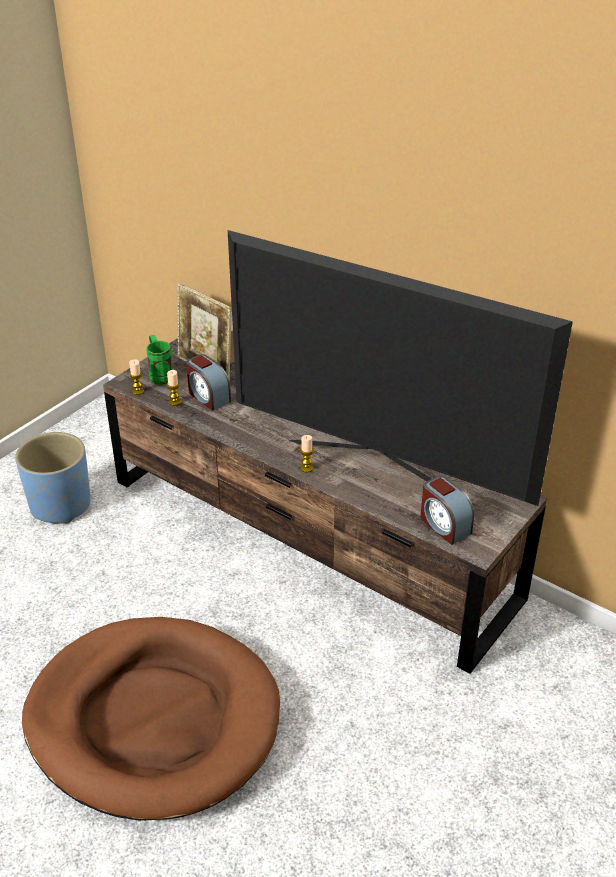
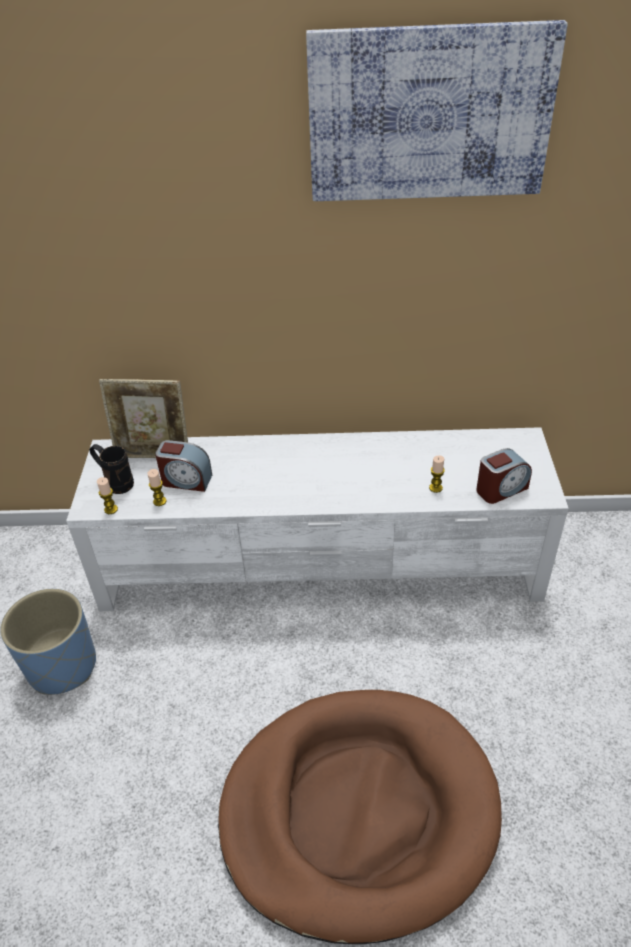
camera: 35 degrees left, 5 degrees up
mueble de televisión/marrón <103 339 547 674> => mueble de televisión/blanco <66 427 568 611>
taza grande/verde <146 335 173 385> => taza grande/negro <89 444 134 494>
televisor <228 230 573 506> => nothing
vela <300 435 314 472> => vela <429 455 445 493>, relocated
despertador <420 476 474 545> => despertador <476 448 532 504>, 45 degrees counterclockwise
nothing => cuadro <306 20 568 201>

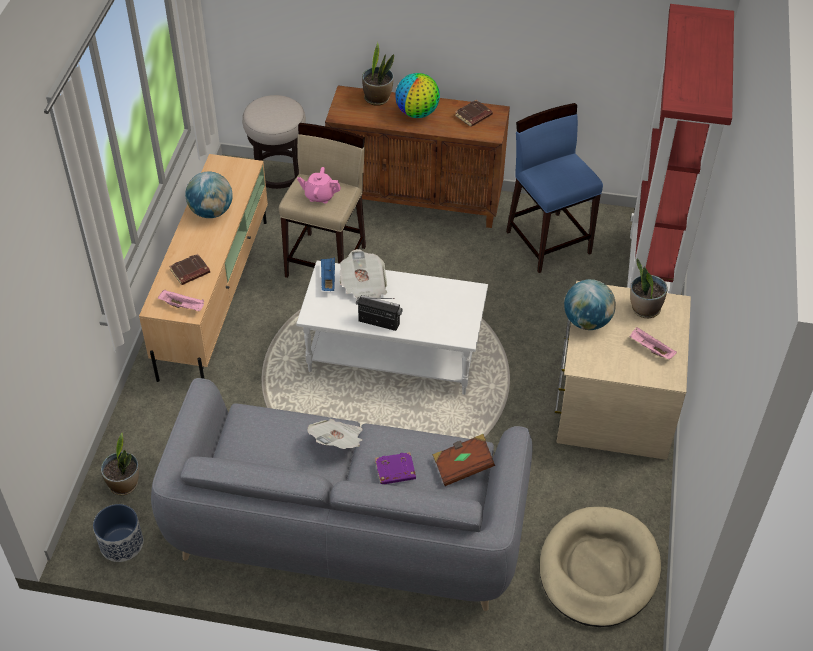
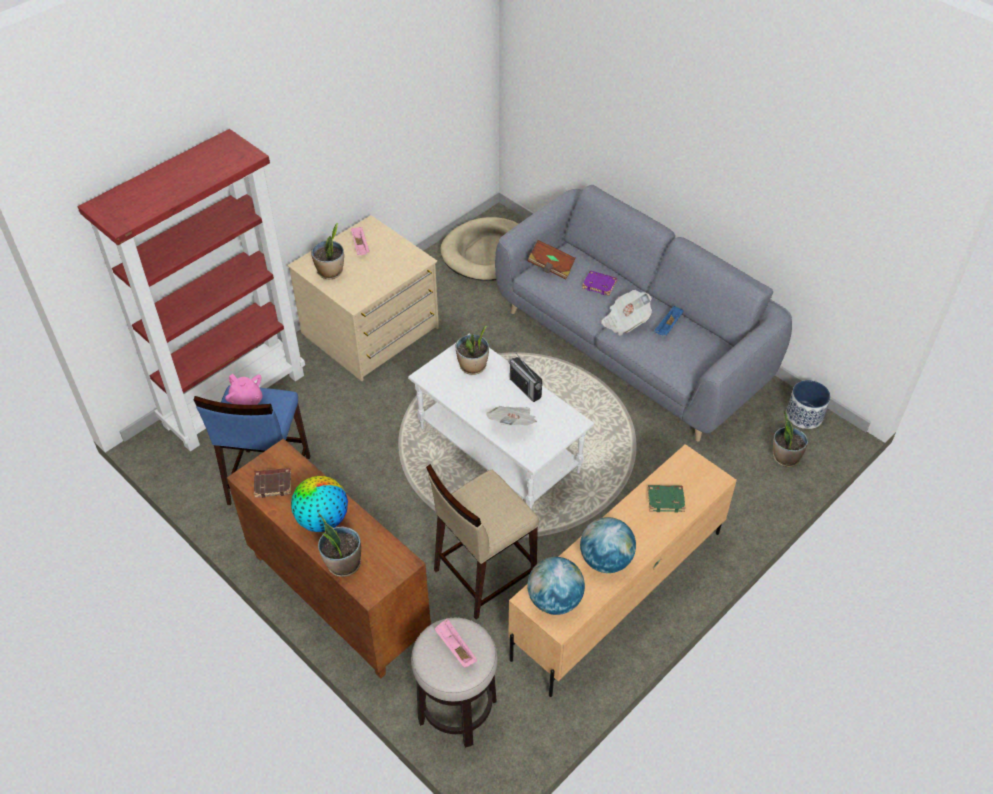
camera: 145 degrees left, 0 degrees up
bandeja/rosa <158 290 204 311> => bandeja/rosa <434 618 477 667>, relocated
libro/marrón <169 254 210 285> => libro/verde <648 485 686 513>
tetera/rosa <297 167 341 203> => tetera/rosa <225 374 262 405>, relocated
bandeja/azul <321 258 335 291> => bandeja/azul <654 306 683 336>, relocated
globo terráqueo <564 279 616 330> => globo terráqueo <527 557 585 615>, relocated
nothing => planta en maceta <455 326 489 375>

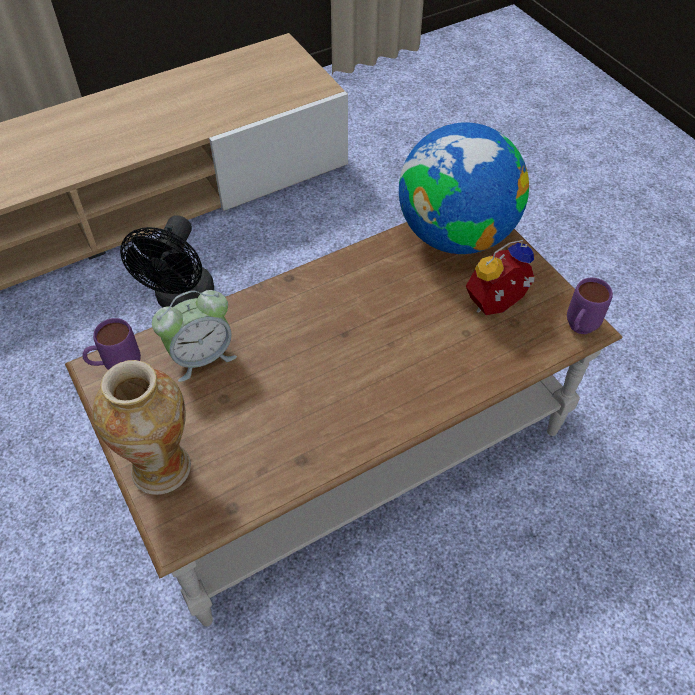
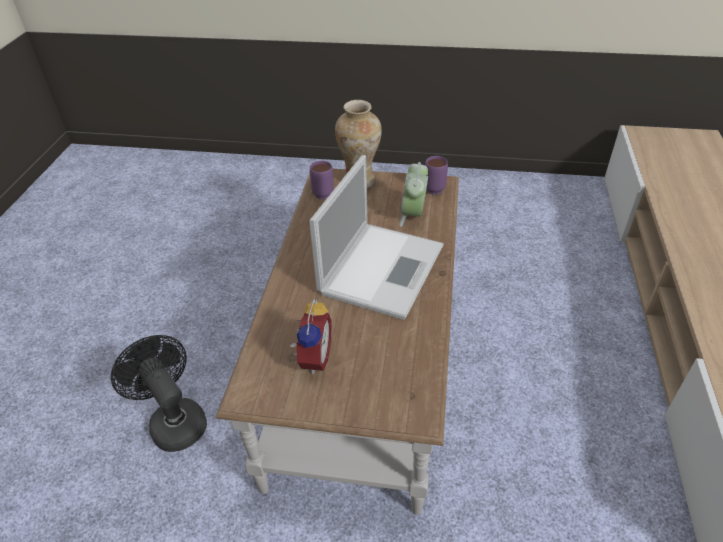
camera: 130 degrees right, 10 degrees down
ventilador/negro <120 215 214 307> => ventilador/negro <111 335 207 452>, relocated
globo terráqueo <399 122 529 254> => nothing
taza grande/morado <567 278 613 334> => taza grande/morado <310 161 334 199>, relocated
nothing => portátil <309 155 444 320>

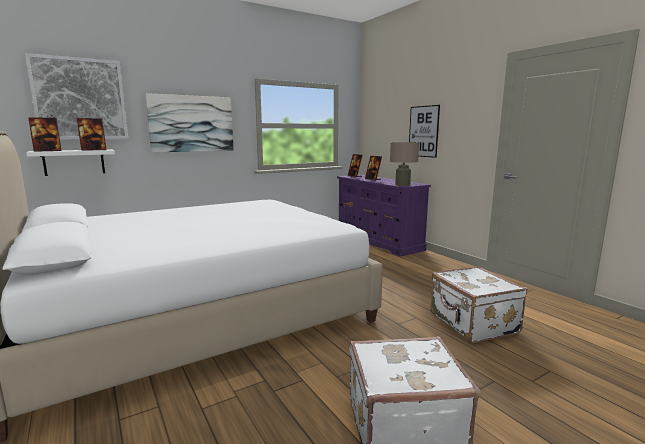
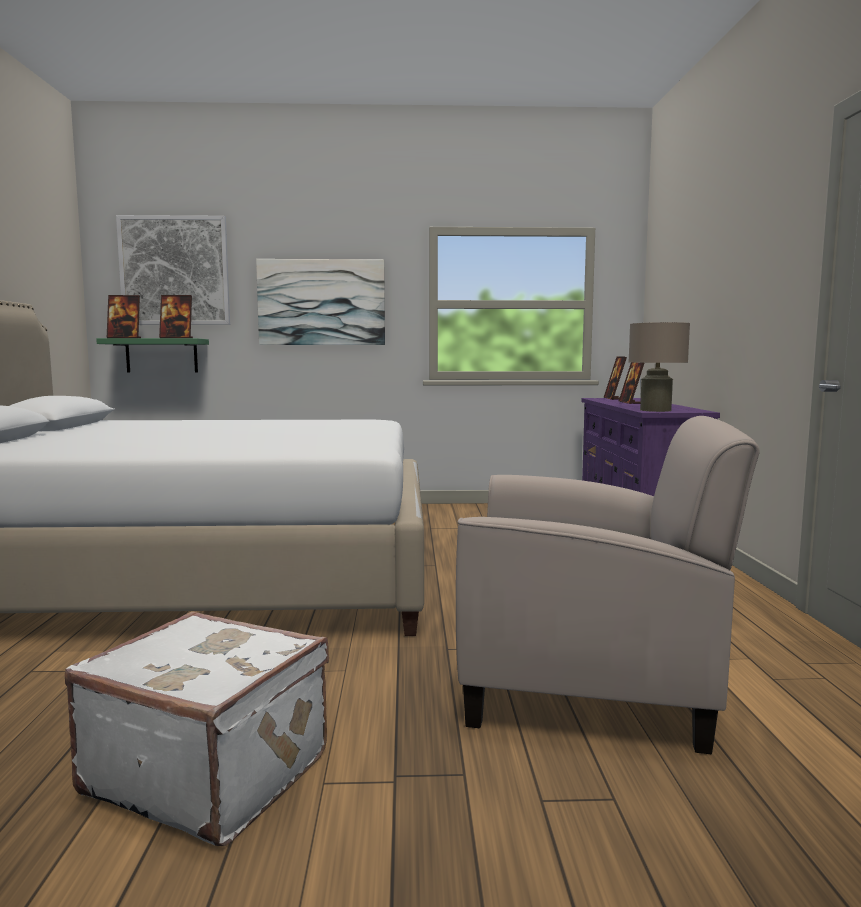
camera: 30 degrees right, 5 degrees down
estante/blanco <26 149 115 176> => estante/verde <96 338 209 372>
cuadro <409 105 440 158> => nothing
maleta/blanco <430 266 527 343> => sillón/beis <456 416 759 754>

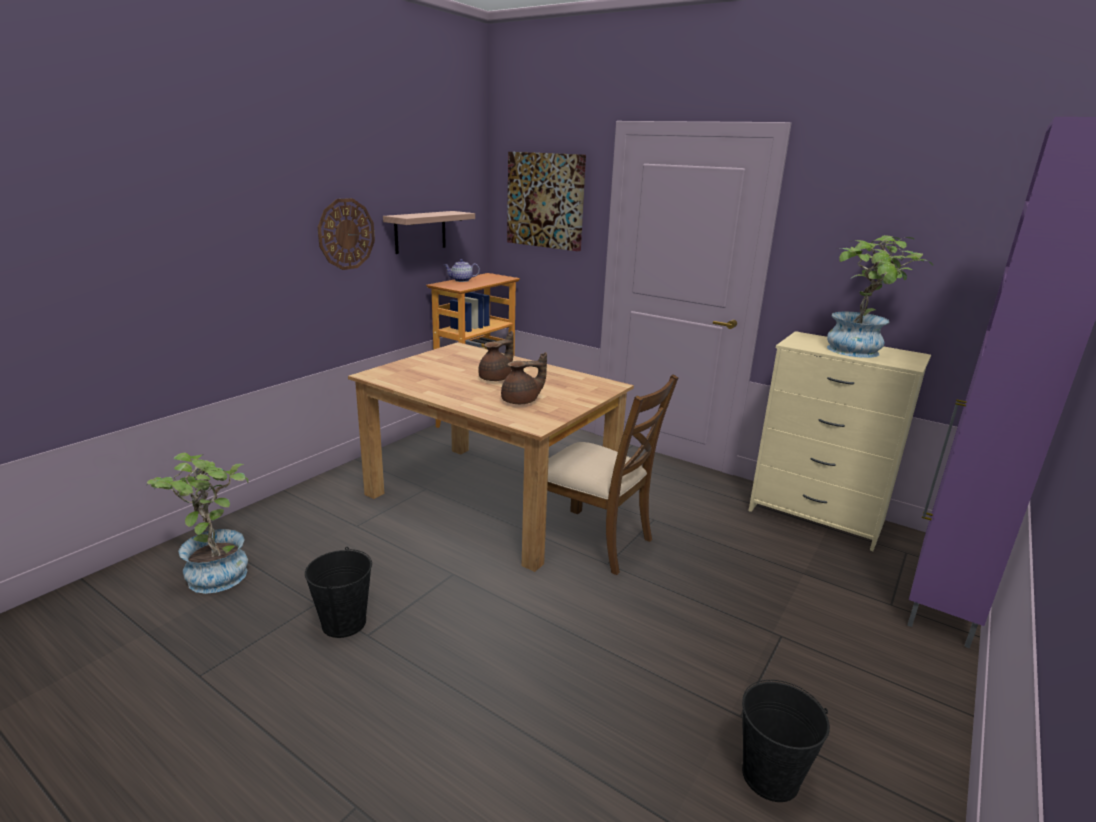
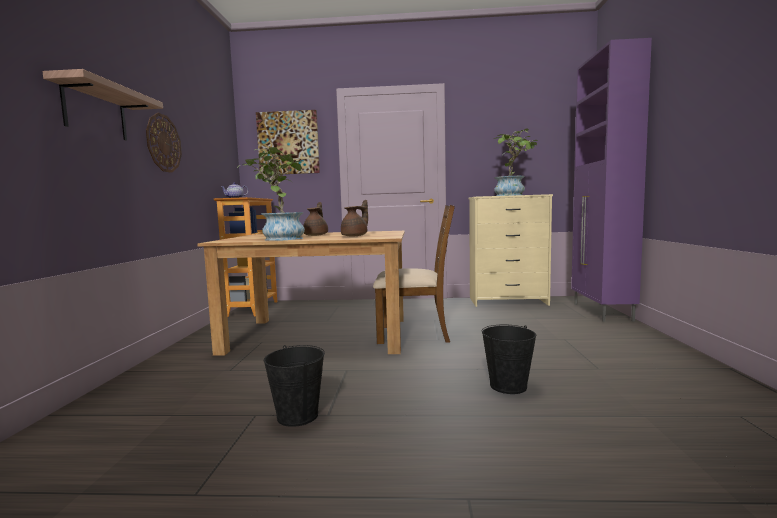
camera: 30 degrees left, 15 degrees down
planta en maceta <147 452 249 594> => planta en maceta <237 147 305 241>, relocated
estante <383 211 475 254> => estante <42 69 163 141>, relocated
cubo/negro <742 680 830 802> => cubo/negro <482 324 536 394>, relocated

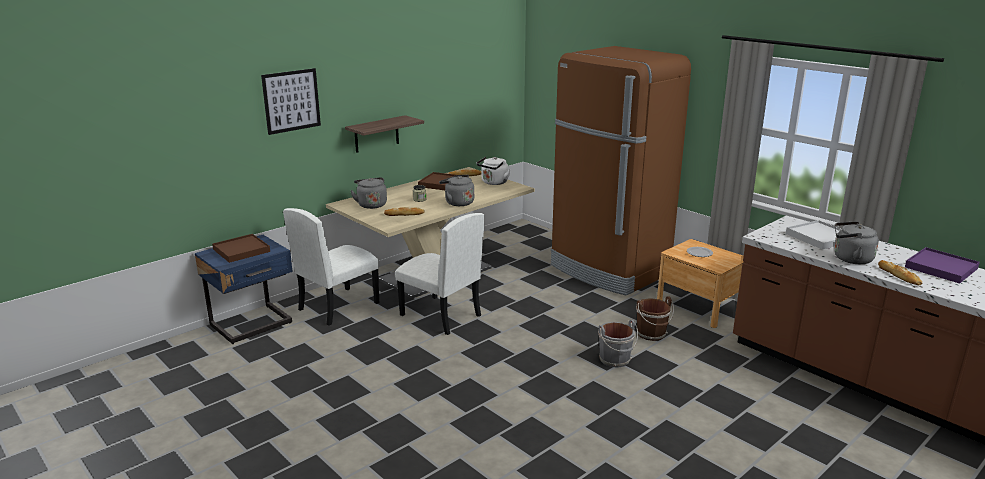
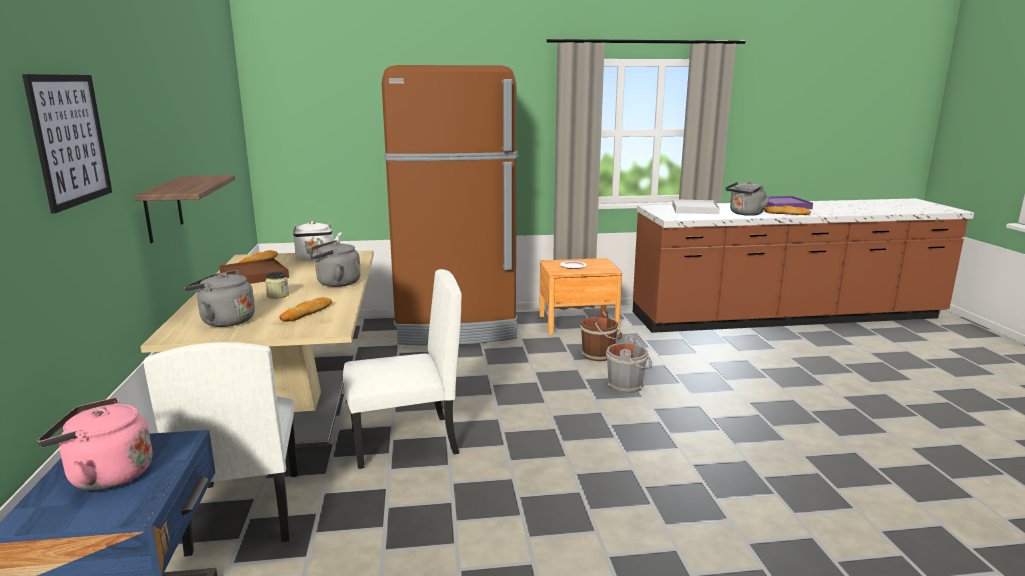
camera: 55 degrees left, 5 degrees down
bandeja/marrón <212 234 270 263> => hervidor/rosa <37 397 152 491>

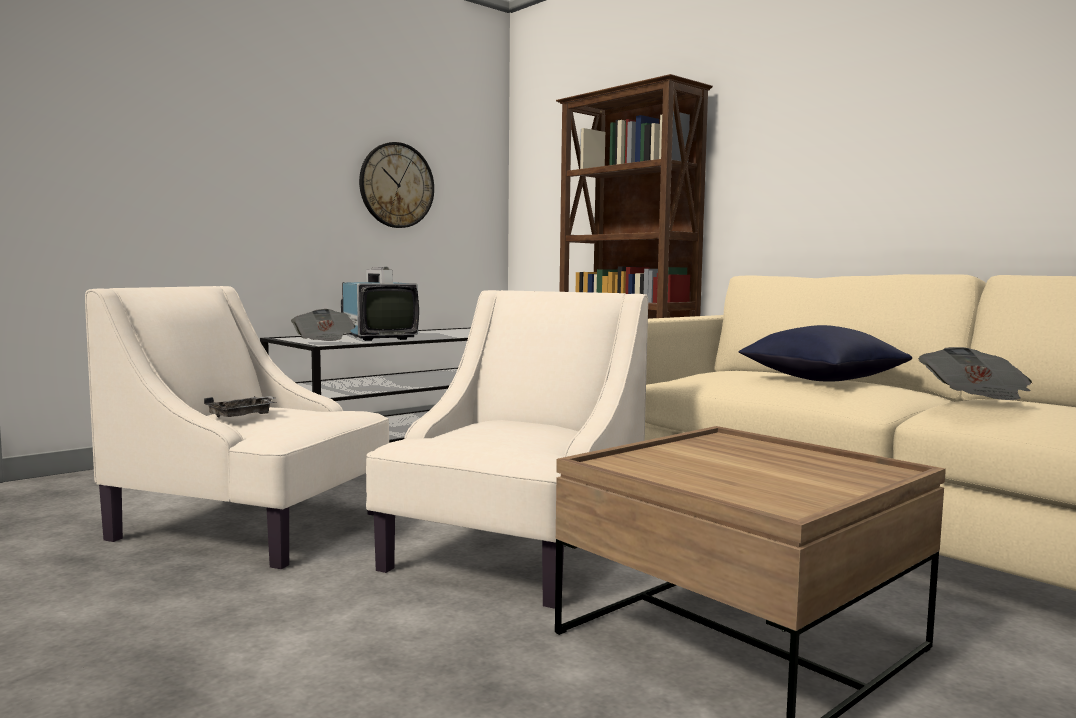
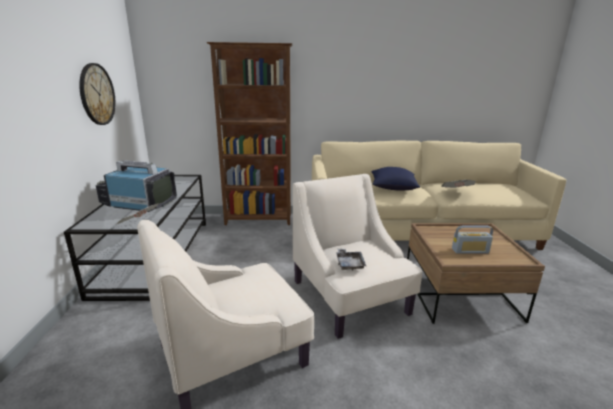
camera: 50 degrees left, 15 degrees up
bandeja/gris <204 396 277 418> => bandeja/gris <336 249 366 270>, relocated
nothing => radio <452 226 493 254>

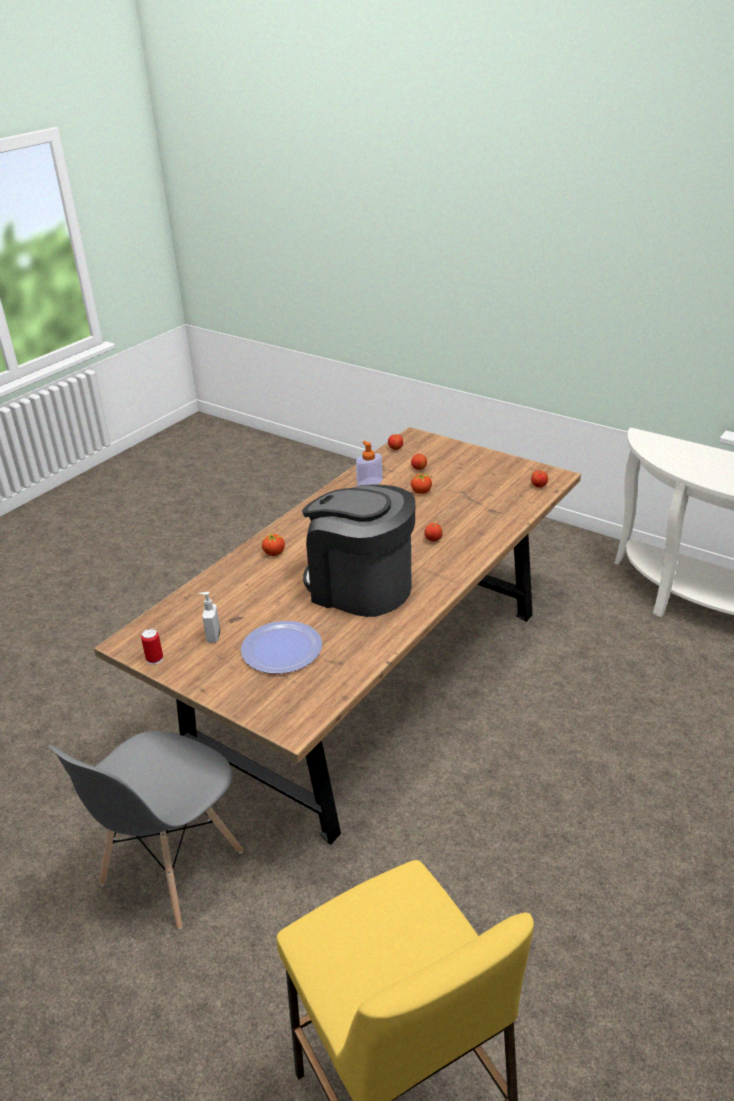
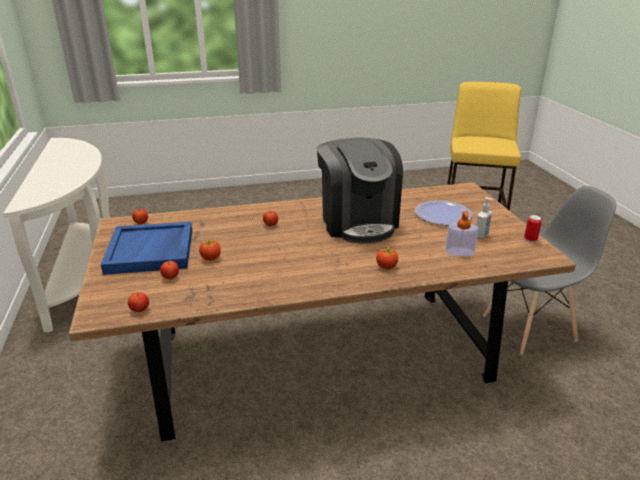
camera: 140 degrees left, 5 degrees down
dispensador de jabón <356 441 382 486> => dispensador de jabón <445 211 479 256>, relocated
nothing => bandeja/azul <101 222 192 275>

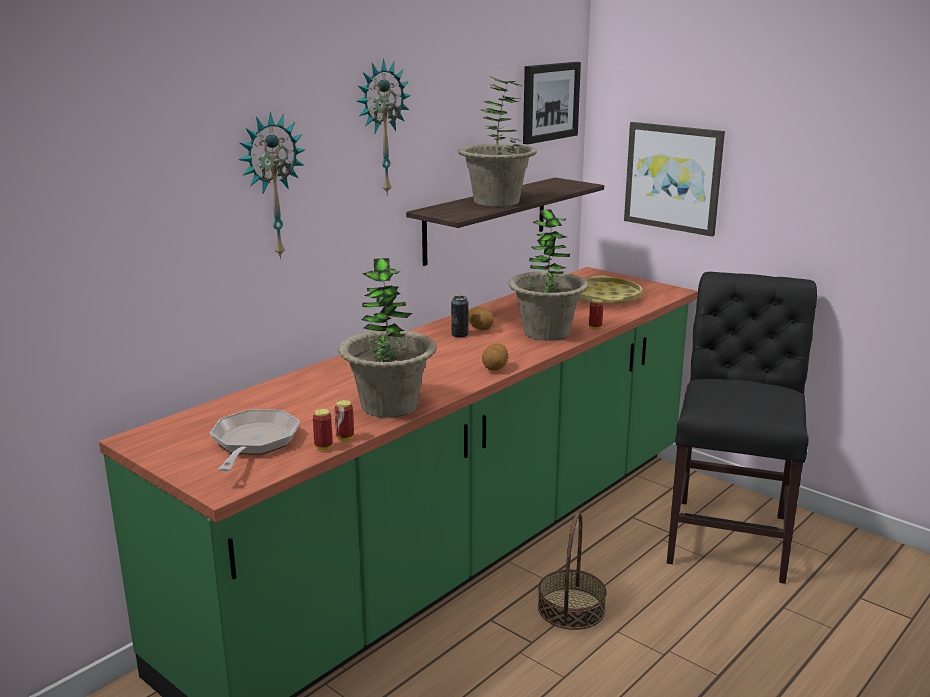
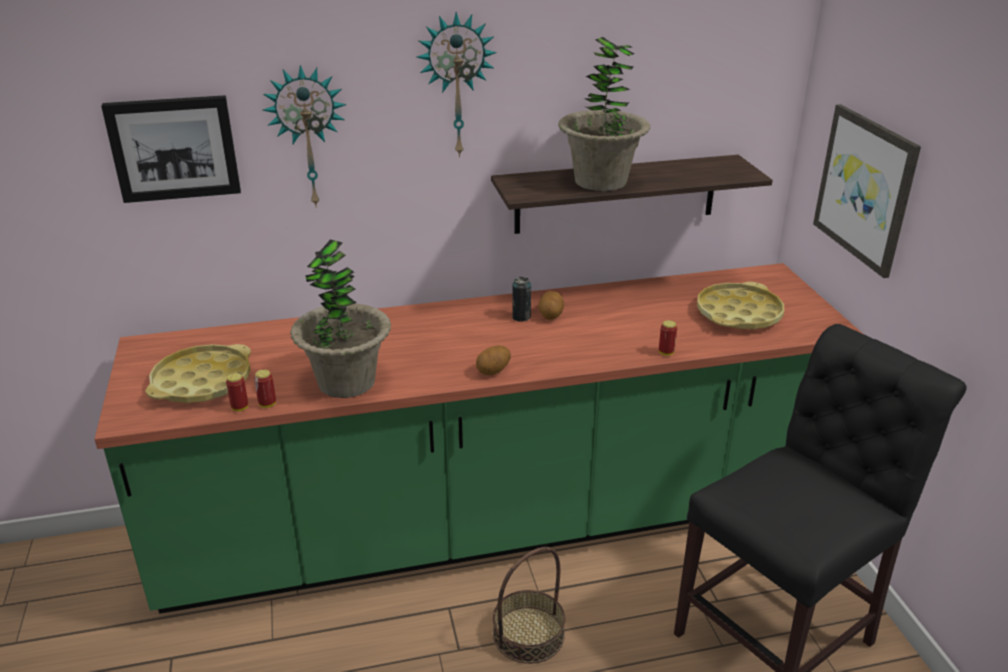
camera: 35 degrees right, 10 degrees up
sartén <210 409 300 471> => bandeja/amarillo <146 344 251 403>
planta en maceta <508 209 589 341> => nothing
cuadro <523 62 581 144> => cuadro <101 95 241 203>, relocated

